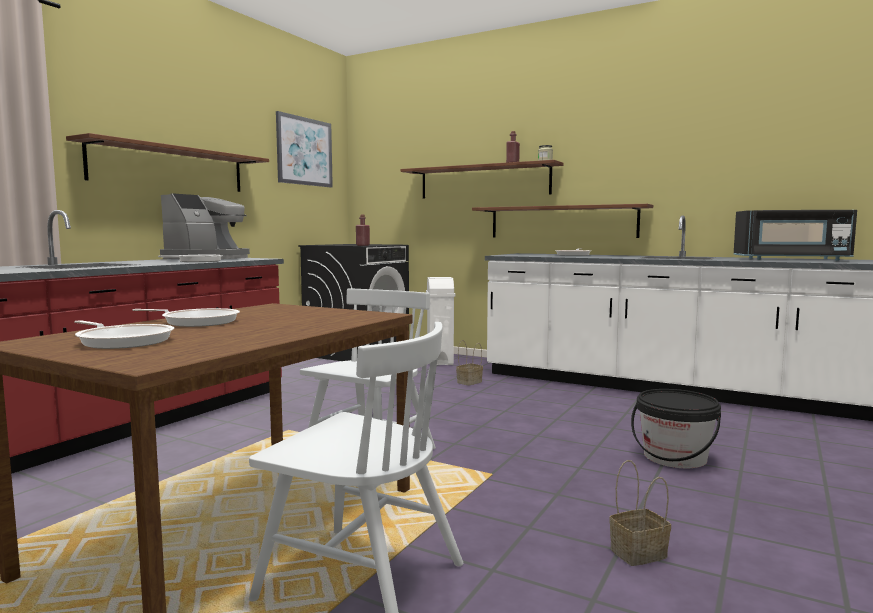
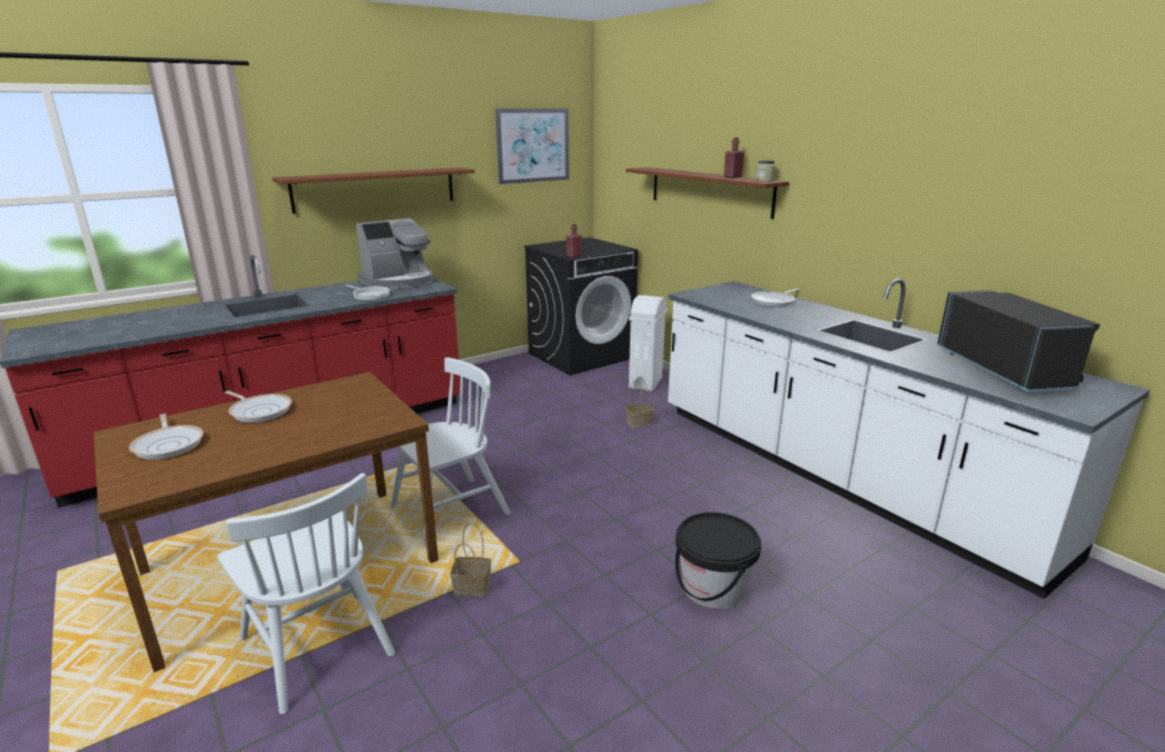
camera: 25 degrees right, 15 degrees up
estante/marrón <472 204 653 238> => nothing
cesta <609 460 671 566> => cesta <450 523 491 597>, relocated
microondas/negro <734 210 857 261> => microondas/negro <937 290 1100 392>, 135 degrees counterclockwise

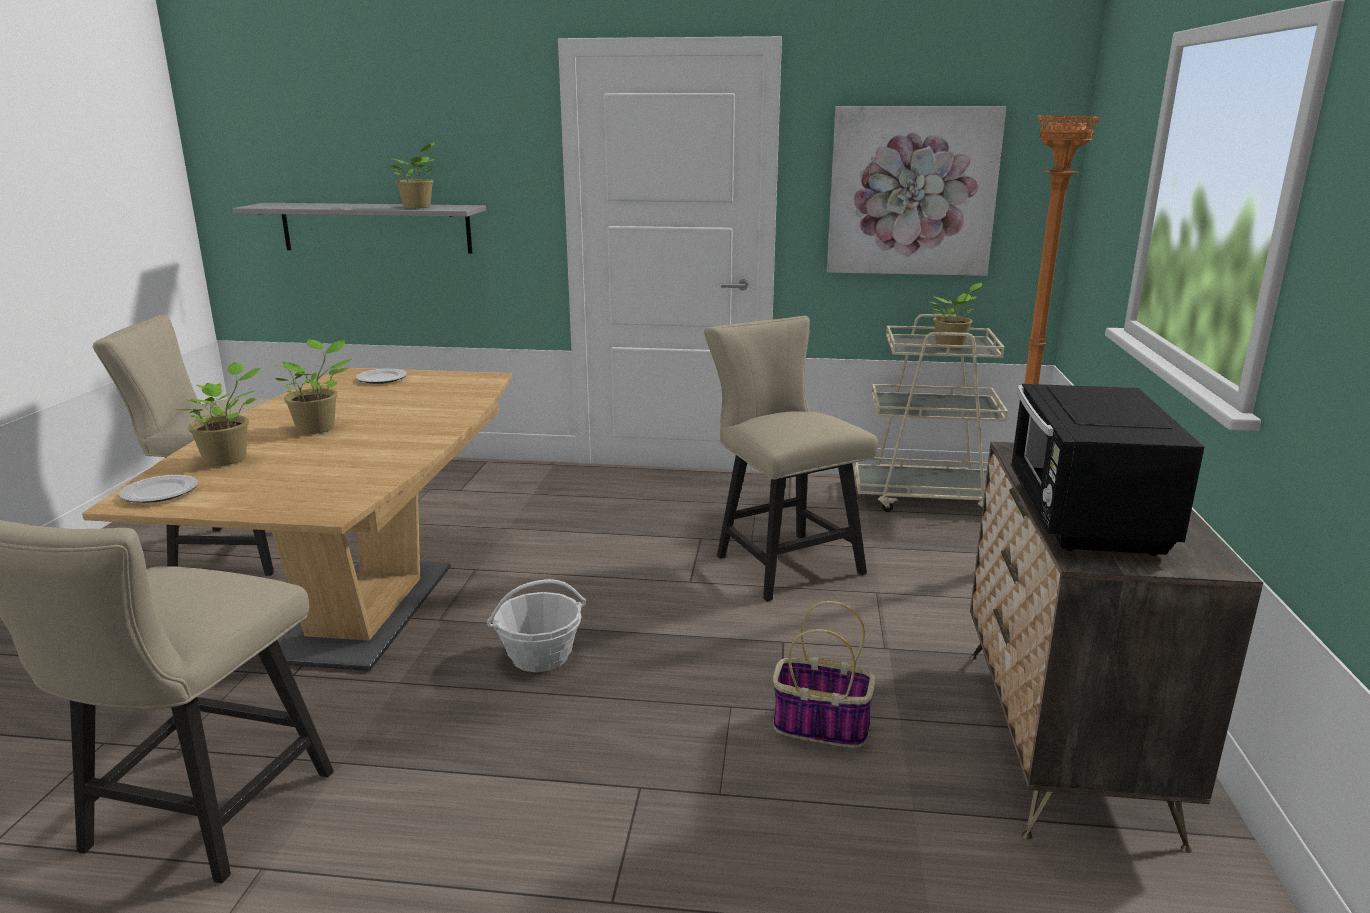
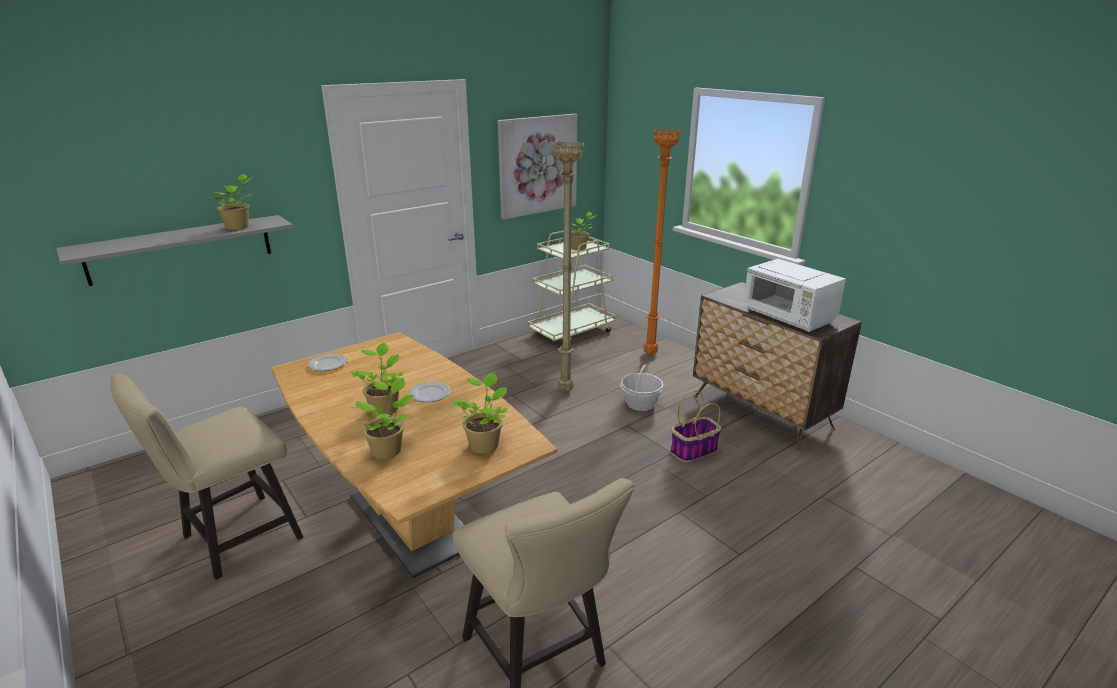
camera: 45 degrees left, 5 degrees up
plato <119 475 198 503> => plato <409 382 450 402>, relocated
cesta <487 579 586 672> => cesta <620 364 663 411>, relocated
silla/beis <704 316 878 601> => lámpara de pie/beis <552 141 585 391>
microondas/negro <1011 384 1204 556> => microondas/blanco <743 259 846 332>
nothing => planta en maceta <452 372 507 454>

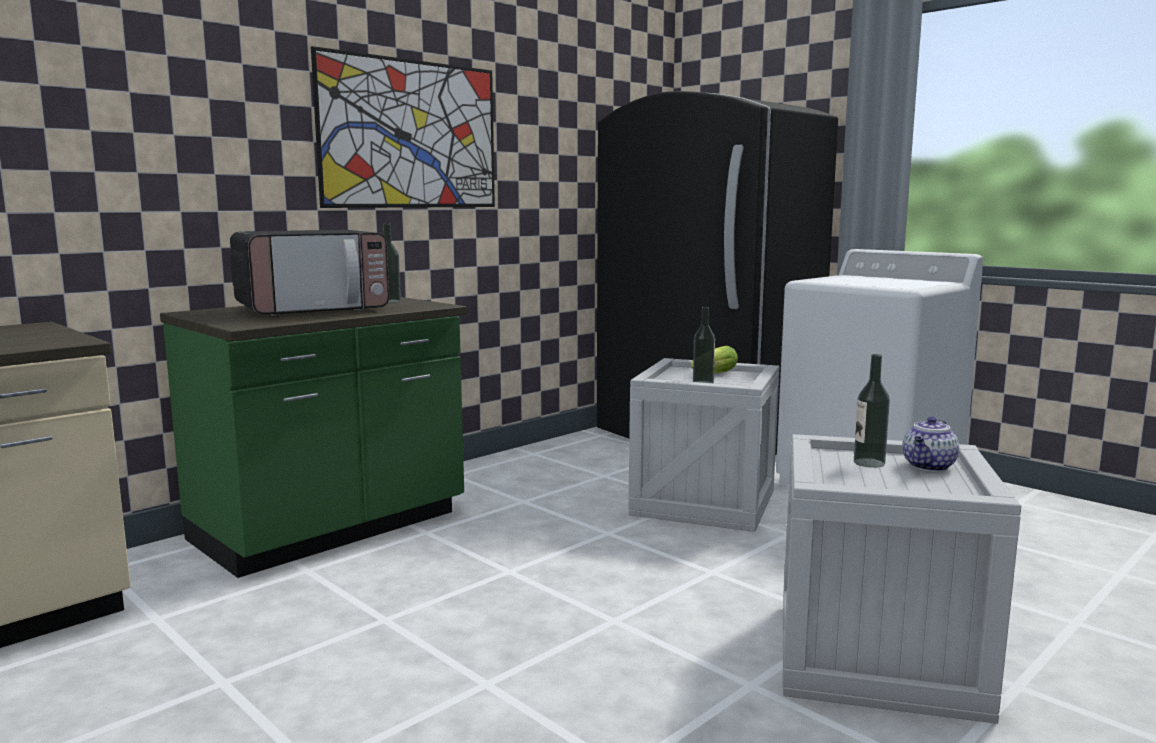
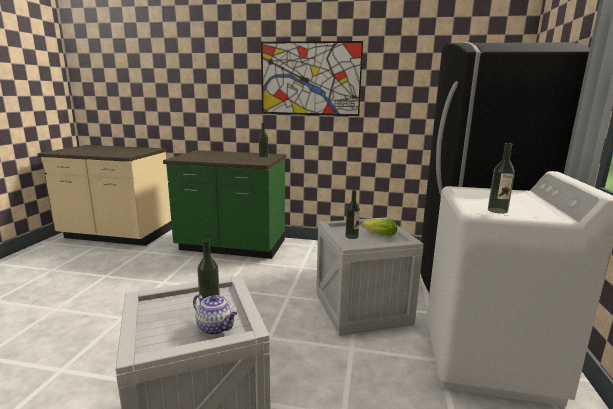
camera: 55 degrees right, 5 degrees up
microondas <230 230 389 316> => nothing
tetera <903 416 959 471> => tetera <193 294 237 335>, 150 degrees counterclockwise
nothing => botella <488 143 515 214>

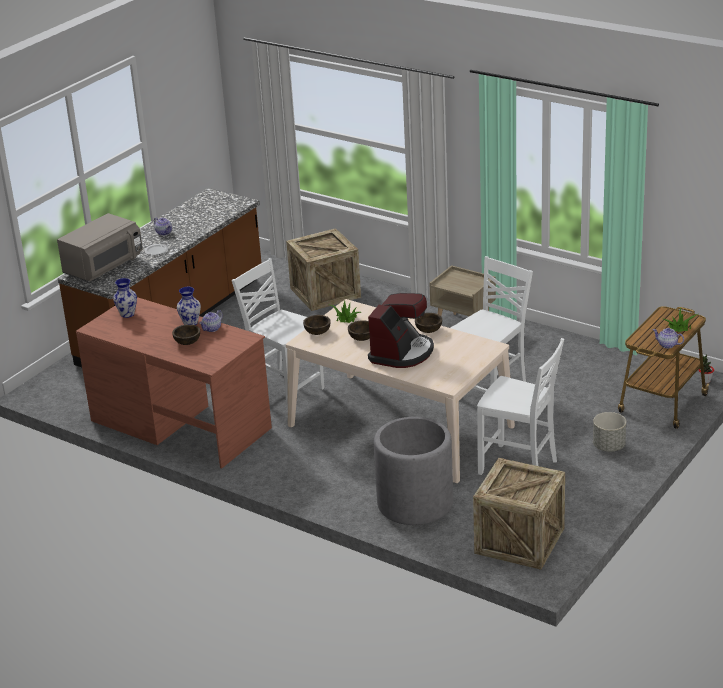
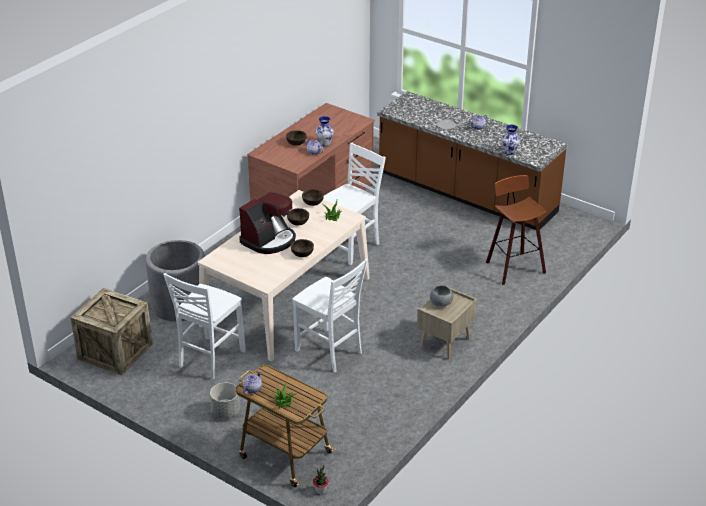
camera: 90 degrees right, 5 degrees up
microondas/gris <57 213 143 282> => nothing
florero <113 278 137 318> => florero <502 124 520 155>, relocated
caja de embalaje <286 228 361 311> => taburete <486 175 546 285>
cafetera <368 293 434 368> => cafetera <239 192 296 254>, 75 degrees counterclockwise
nothing => cuenco/gris <430 286 453 307>

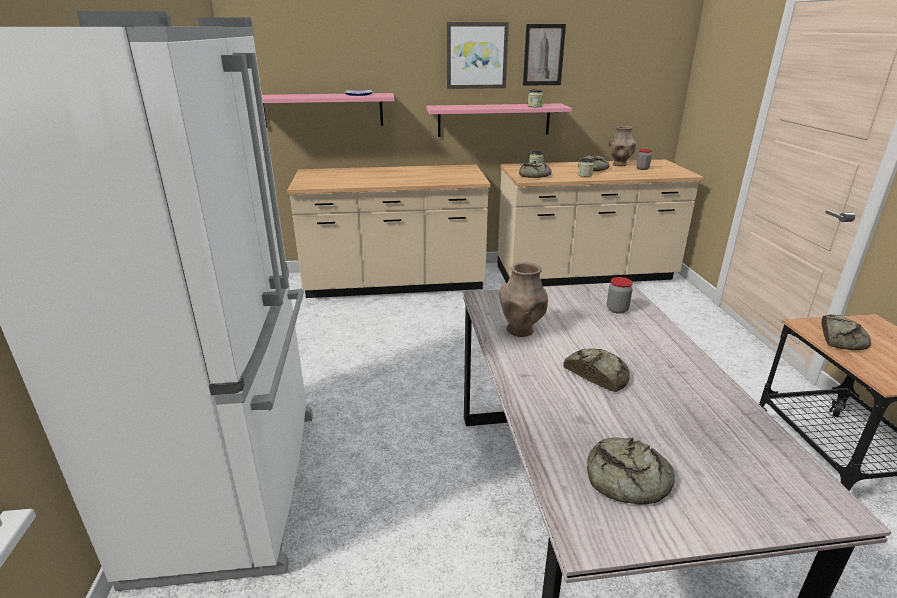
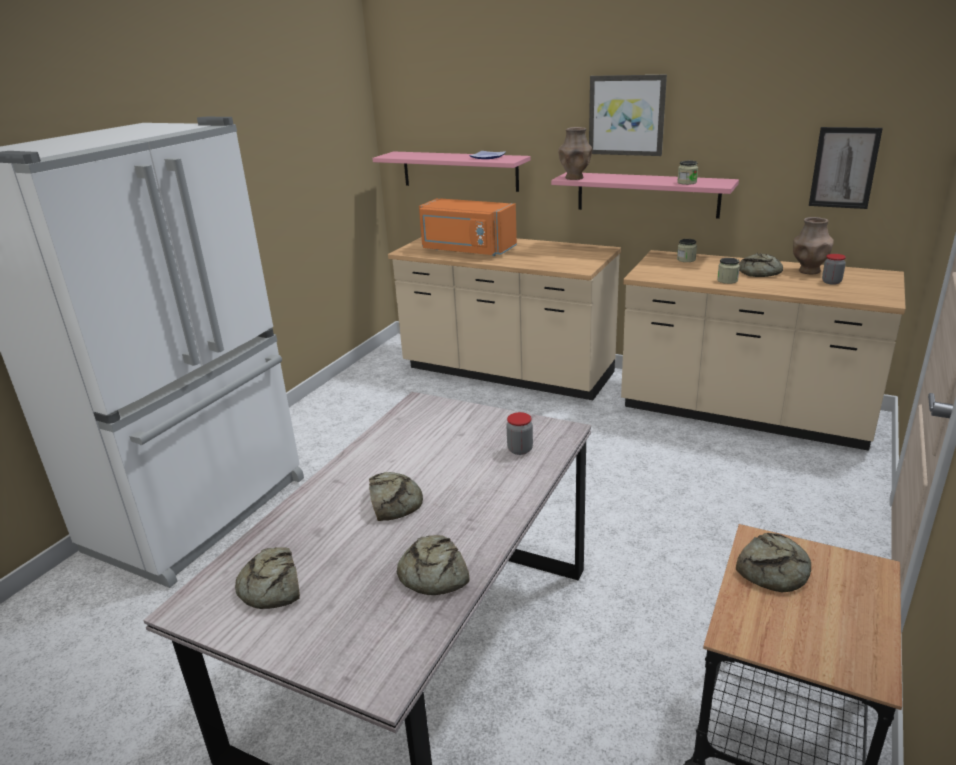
camera: 35 degrees right, 0 degrees up
florero/marrón <499 262 548 337> => florero/marrón <558 127 592 180>, relocated
pan <519 161 551 178> => pan <397 535 470 595>, relocated
cuadro <523 24 566 86> => cuadro <809 127 883 209>, relocated
nothing => microondas/naranja <419 198 517 256>

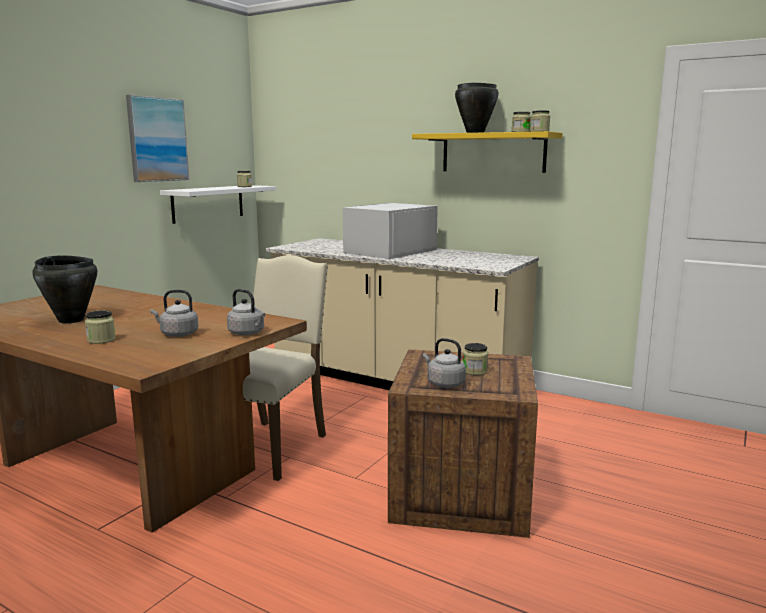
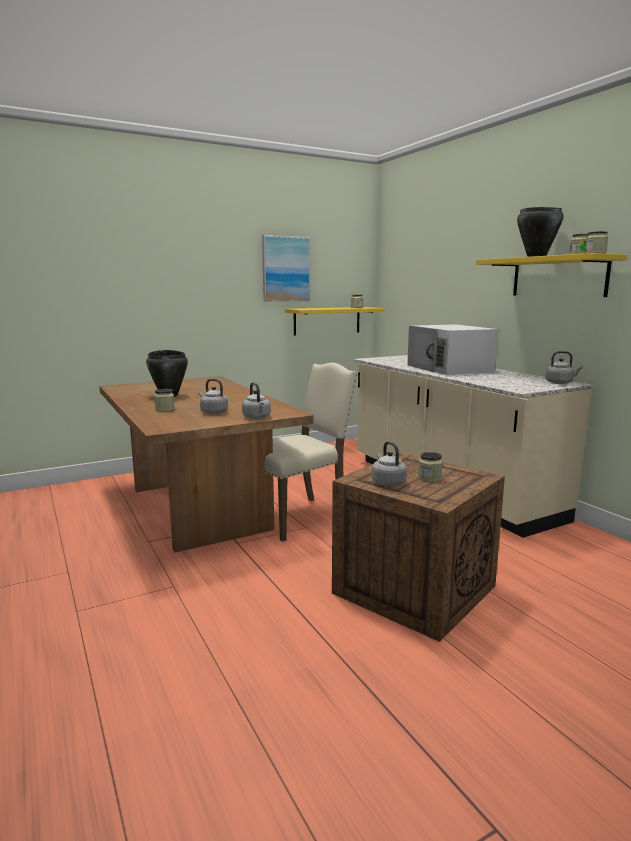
camera: 30 degrees right, 0 degrees up
estante/blanco <160 185 276 224> => estante/amarillo <285 307 385 335>
microondas/blanco <343 203 438 259> => microondas/blanco <407 324 498 375>, 90 degrees counterclockwise
nothing => hervidor/gris <545 351 583 384>

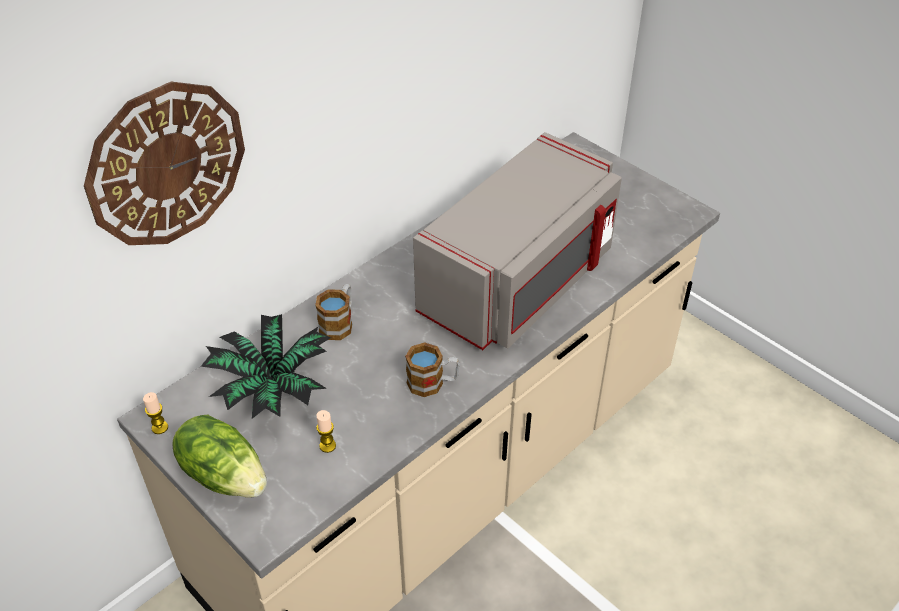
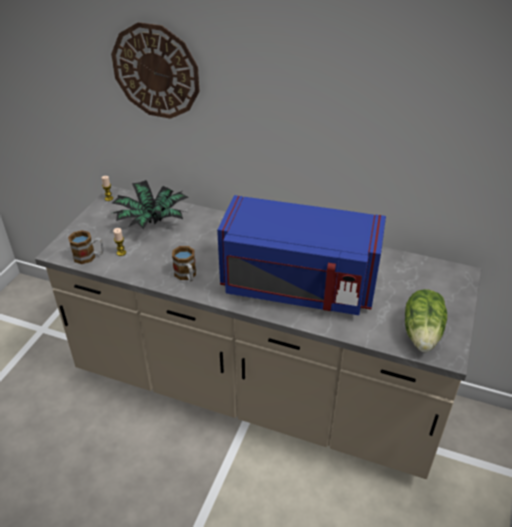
camera: 65 degrees right, 5 degrees down
lechuga <172 415 267 498> => lechuga <405 289 447 352>, relocated
taza grande <315 284 352 340> => taza grande <68 230 104 264>, relocated
microondas/gris <413 132 622 350> => microondas/azul <217 195 386 315>

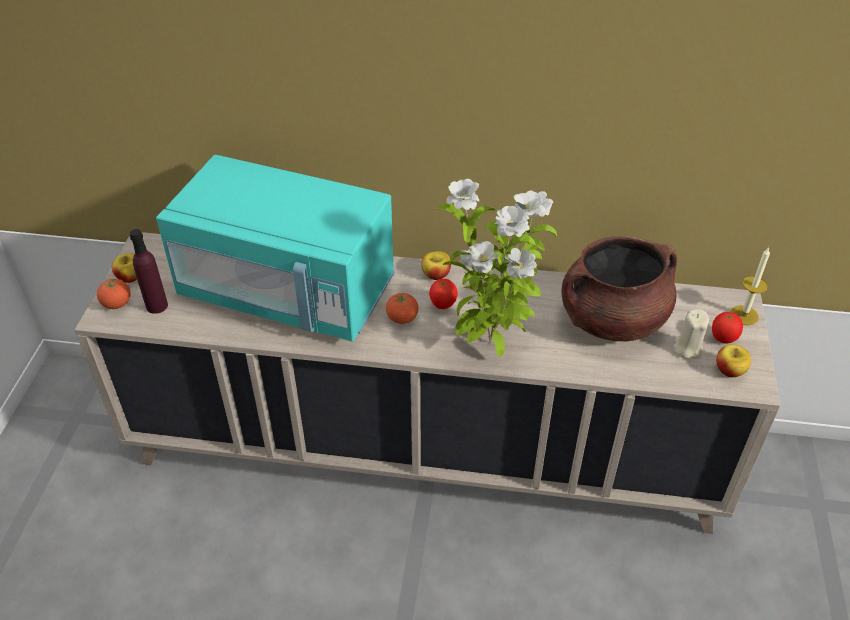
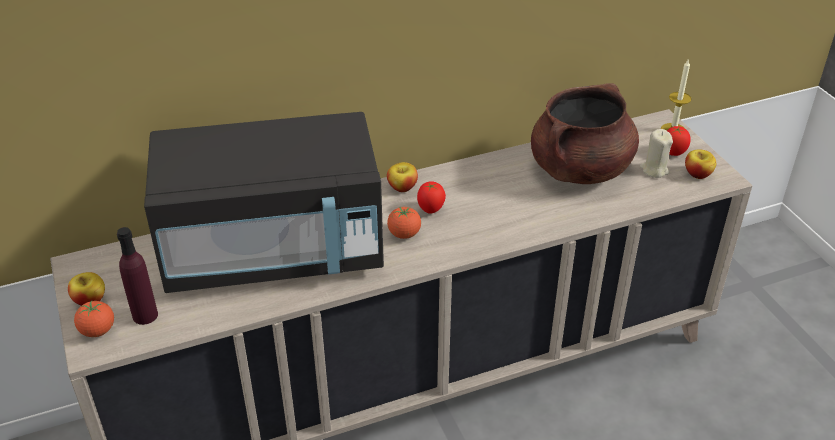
camera: 30 degrees left, 5 degrees down
microondas/turquesa <156 155 395 342> => microondas/negro <144 112 384 293>
planta en maceta <437 179 557 357> => nothing

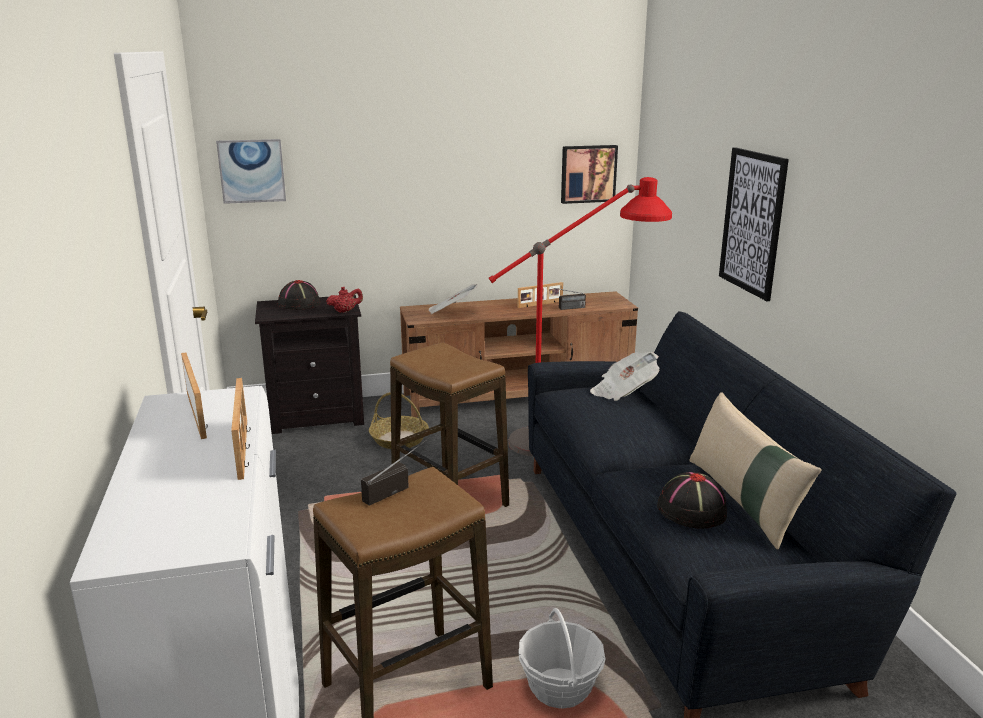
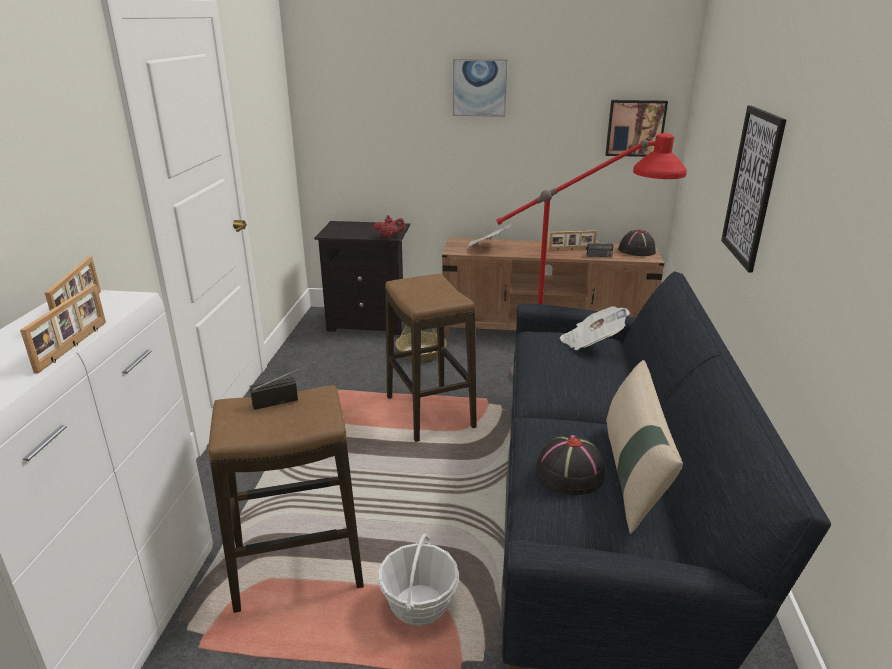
camera: 20 degrees right, 5 degrees up
cuadro <216 139 286 204> => cuadro <453 59 508 117>, relocated
sombrero/negro <278 280 321 310> => sombrero/negro <618 230 656 256>, relocated

